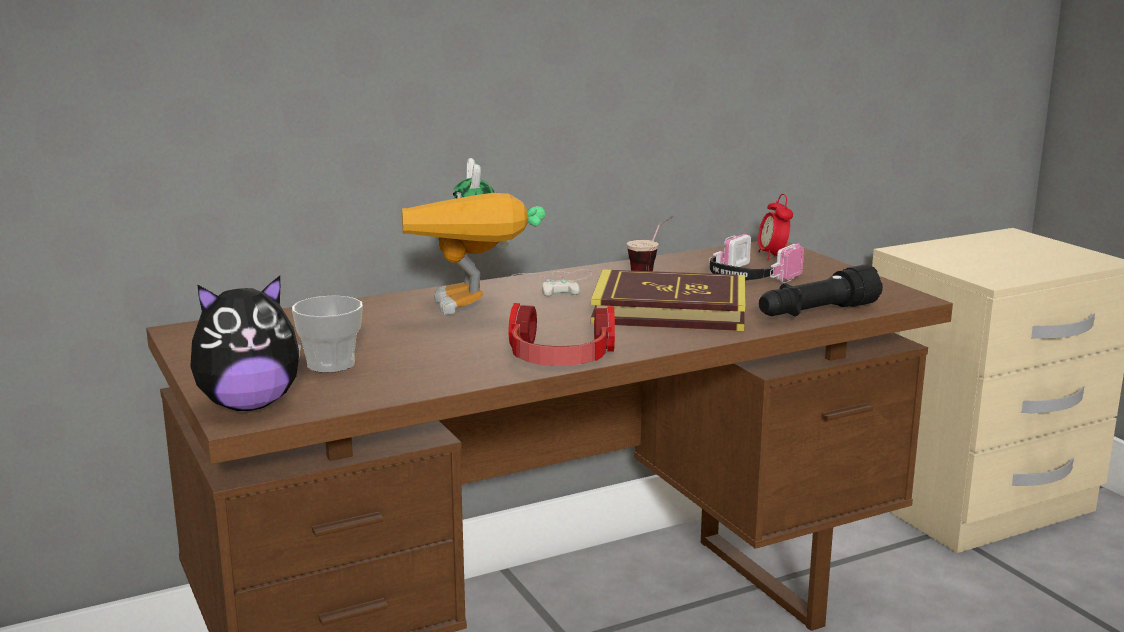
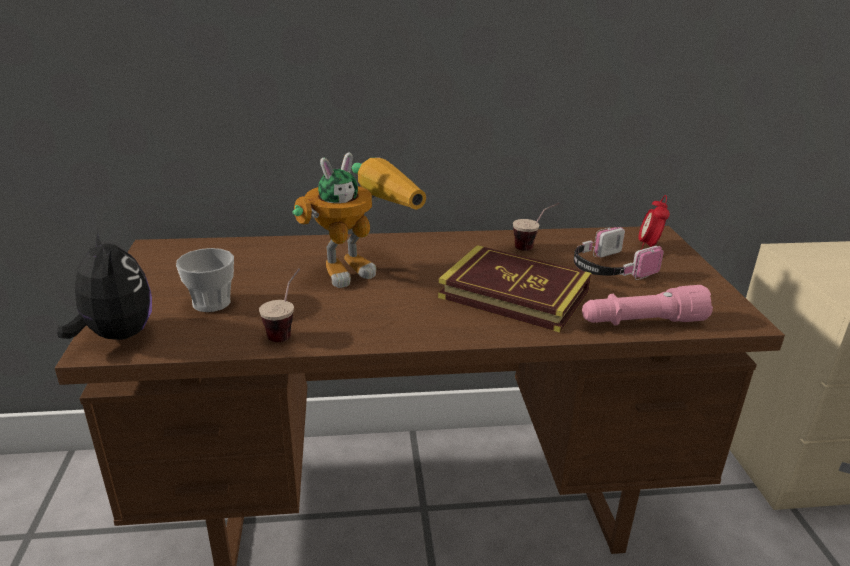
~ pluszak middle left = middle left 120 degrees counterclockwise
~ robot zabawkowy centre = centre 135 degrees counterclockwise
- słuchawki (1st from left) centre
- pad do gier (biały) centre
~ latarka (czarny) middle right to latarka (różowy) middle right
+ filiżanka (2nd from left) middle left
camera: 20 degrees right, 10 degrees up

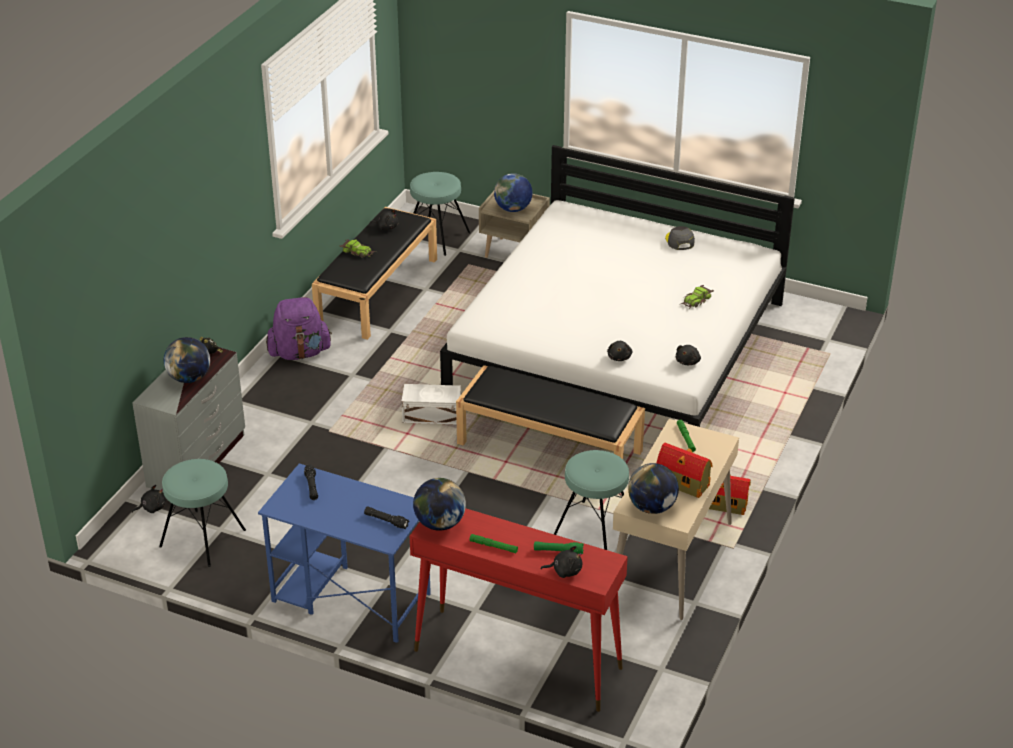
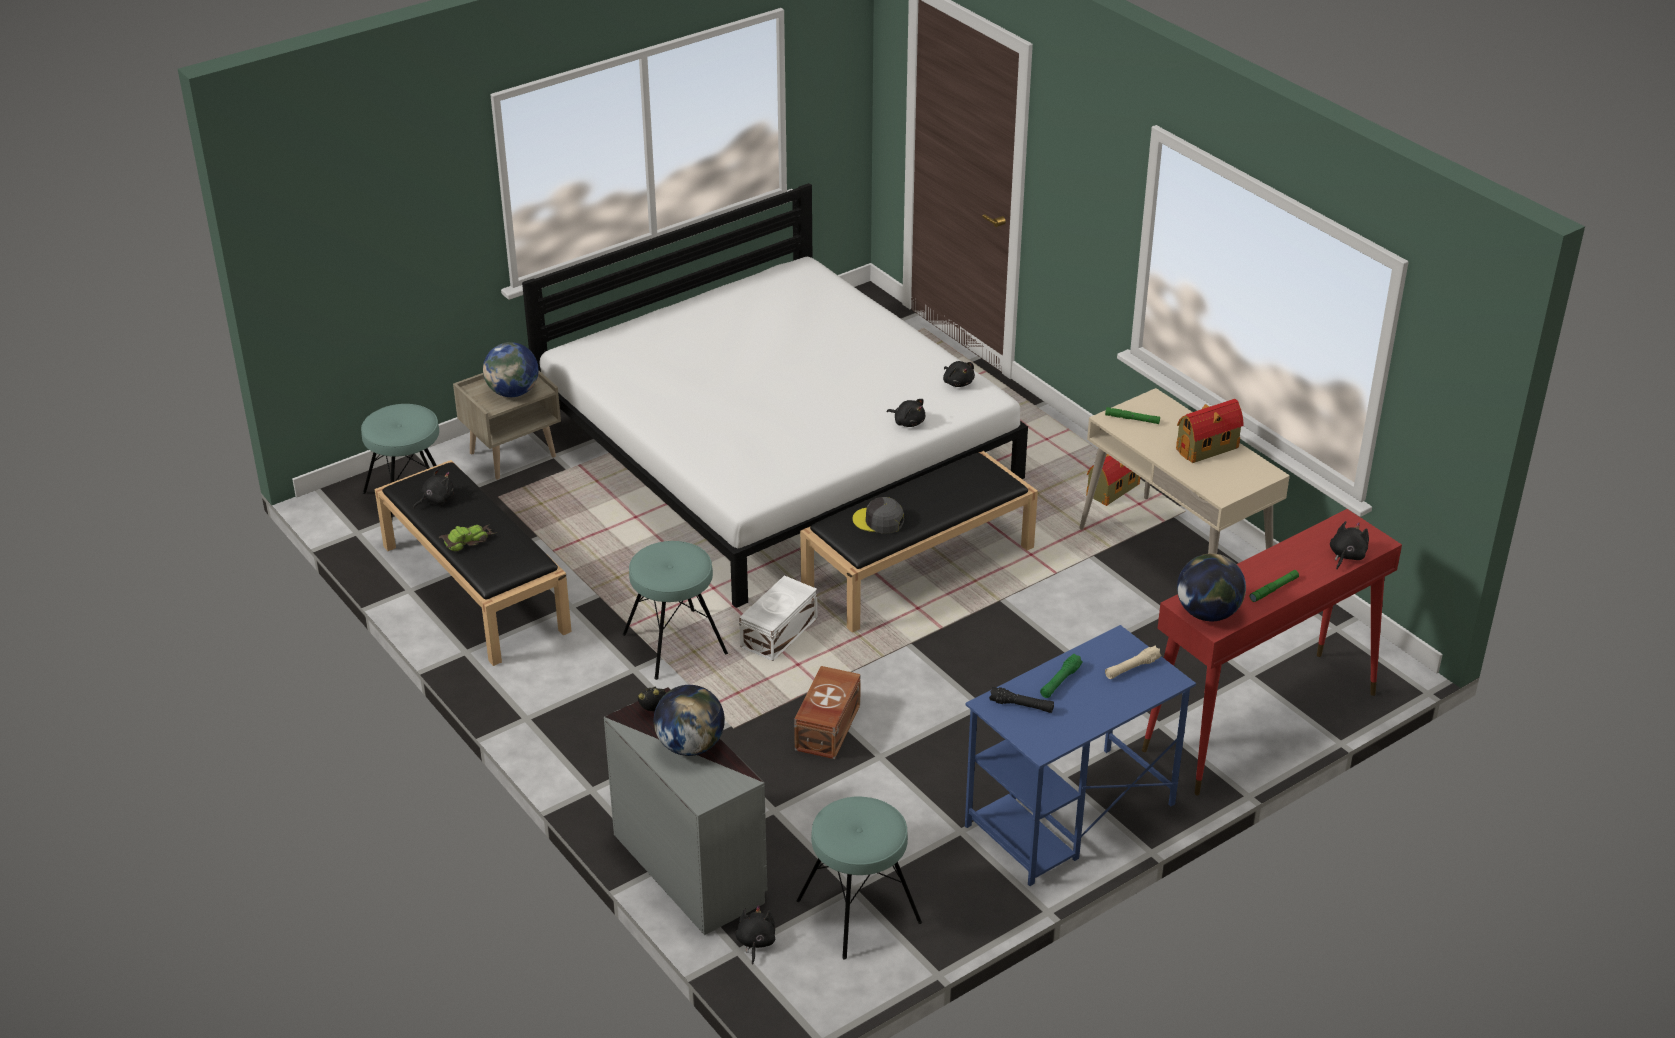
- plecak (fioletowy) middle left
~ latarka (czarny) (2nd from left) bottom centre to latarka (beżowy) middle right
~ latarka (zielony) (2nd from left in the first image) bottom centre to latarka (zielony) (1st from left) centre
~ stołek (turkusowy) (3rd from left in the first image) bottom centre to stołek (turkusowy) (2nd from left) centre
- globus (4th from left) centre
~ czapka z daszkiem (szary) top right to centre
- samochodzik (2nd from left) middle right
+ pojemnik do przechowywania (brązowy) bottom centre
camera: 60 degrees left, 0 degrees up

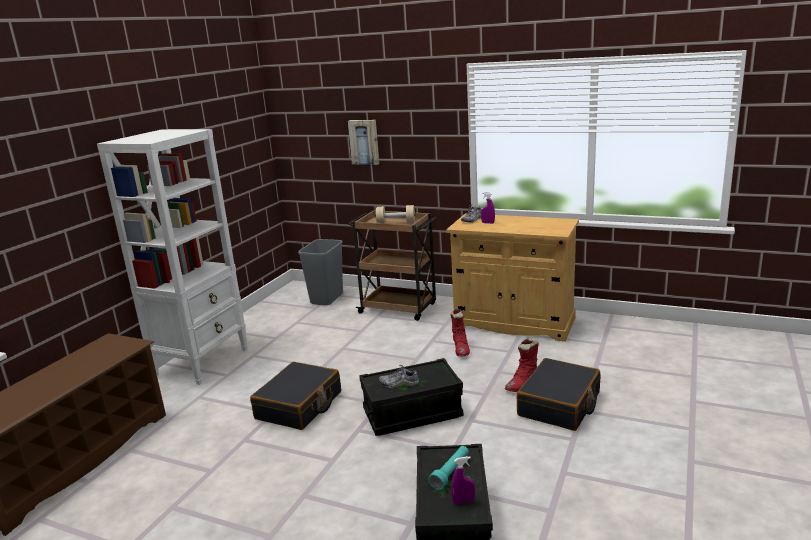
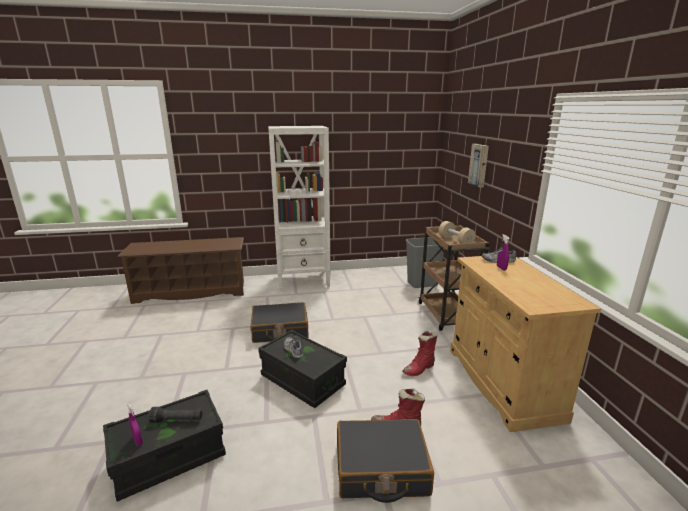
~ latarka (turkusowy) bottom centre to latarka (czarny) bottom left
camera: 55 degrees right, 0 degrees up

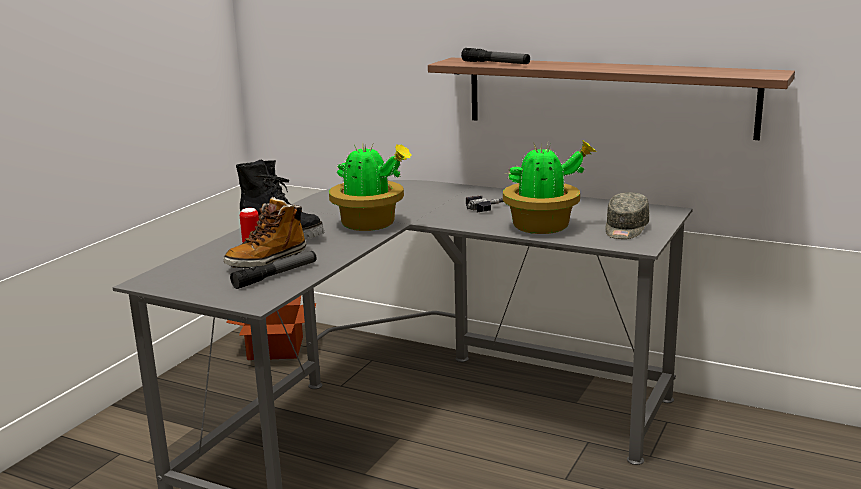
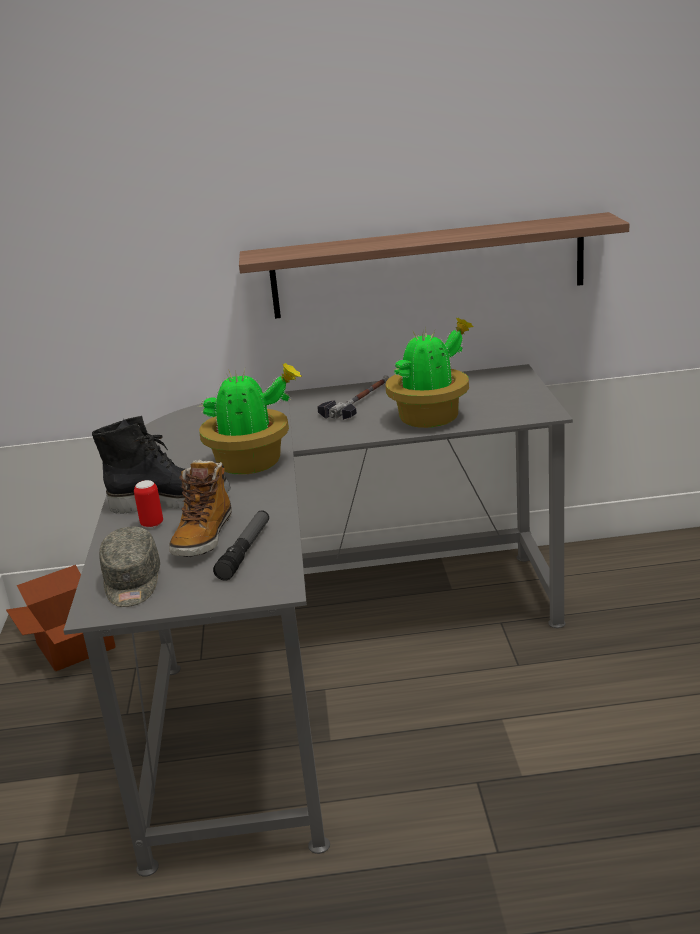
- latarka (2nd from left) top centre
~ czapka z daszkiem (szary) middle right to middle left
camera: 30 degrees left, 5 degrees up

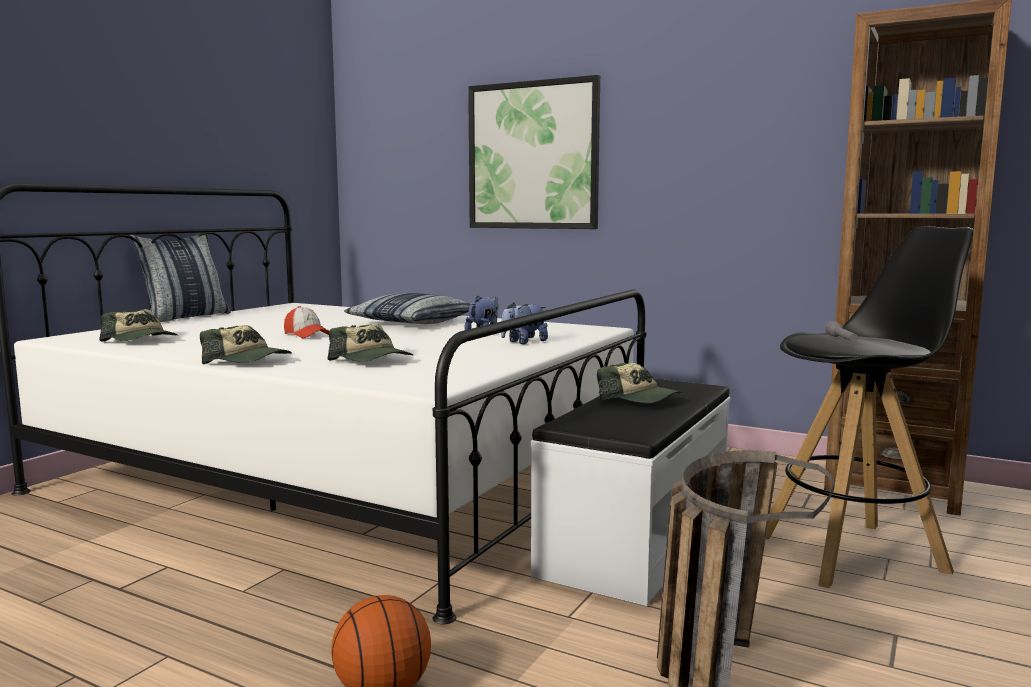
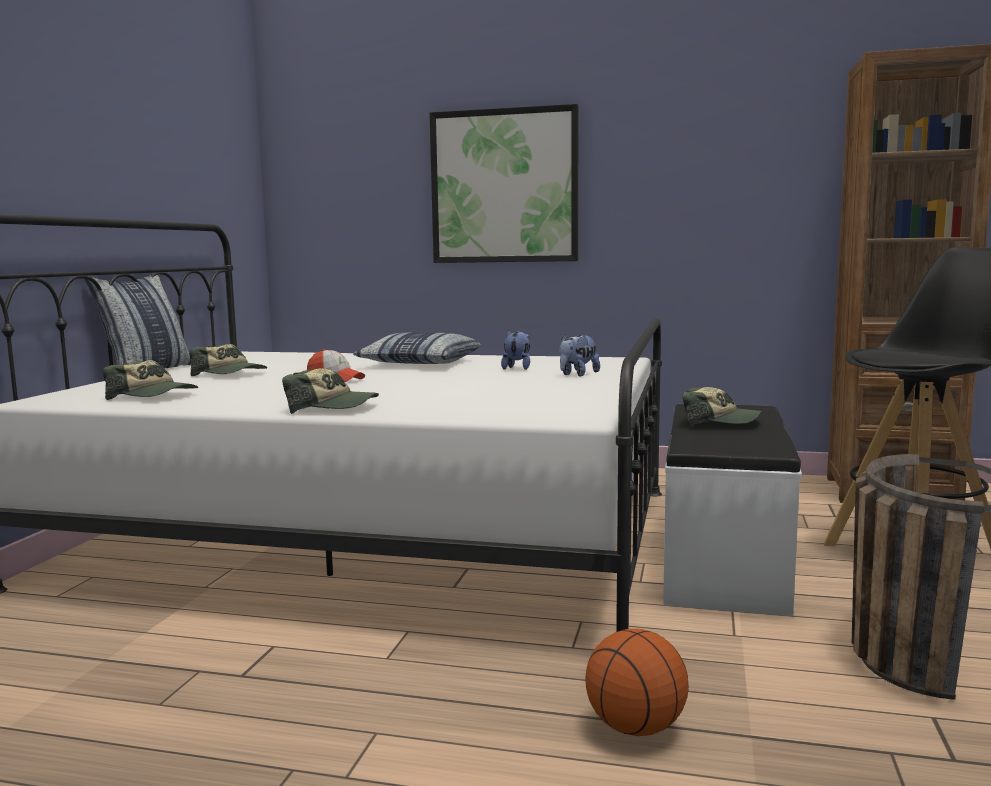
~ czapka z daszkiem (4th from left in the first image) centre to czapka z daszkiem (2nd from left) middle left
- latarka (szary) middle right
camera: 15 degrees left, 0 degrees up

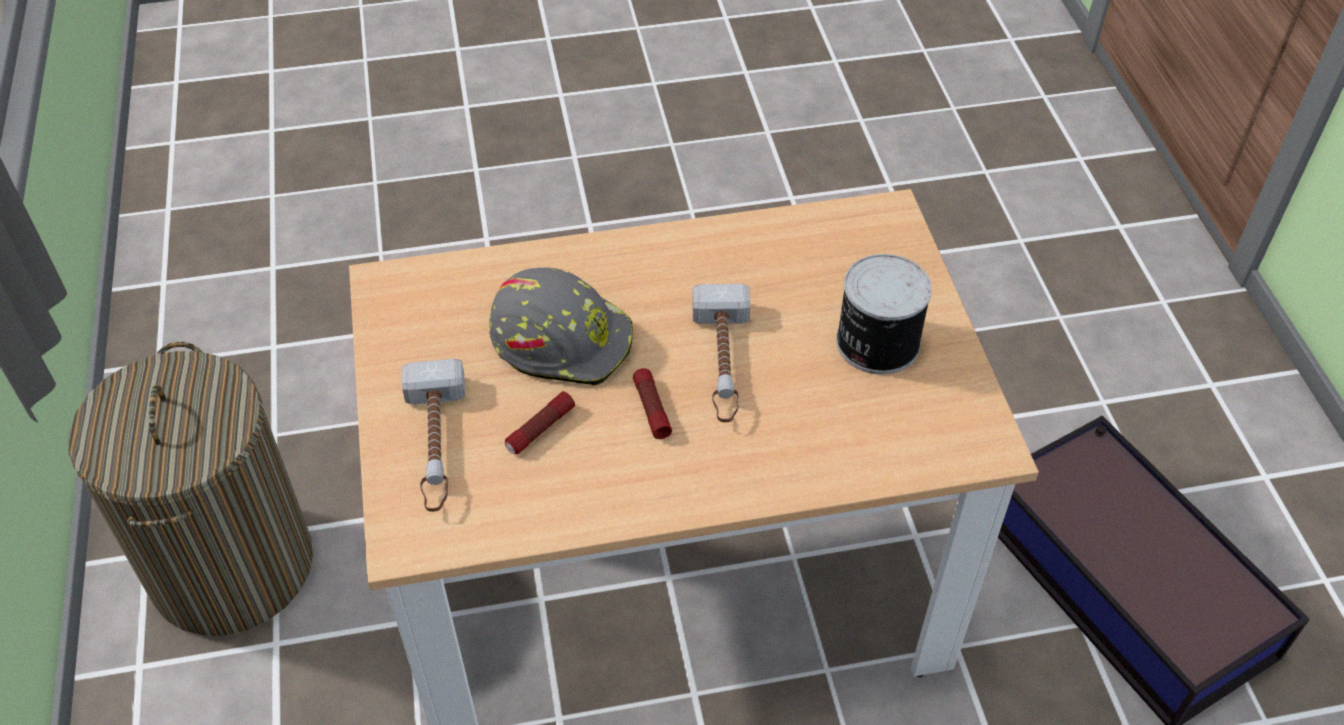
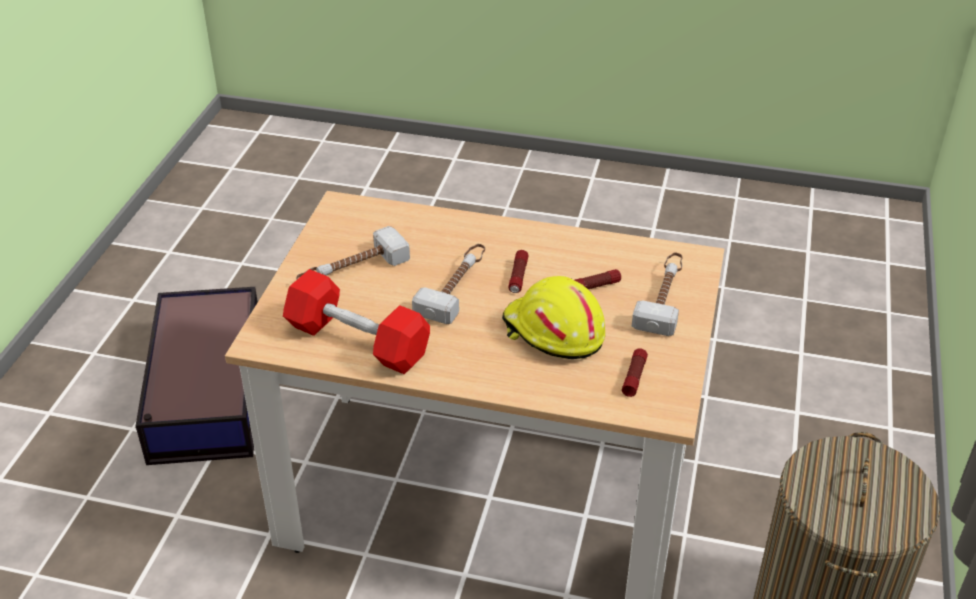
~ kask (szary) centre to kask (żółty) centre
~ puszka centre to młotek (1st from left) centre
+ hantel (czerwony) centre
+ latarka (3rd from left) centre
camera: 155 degrees left, 10 degrees down

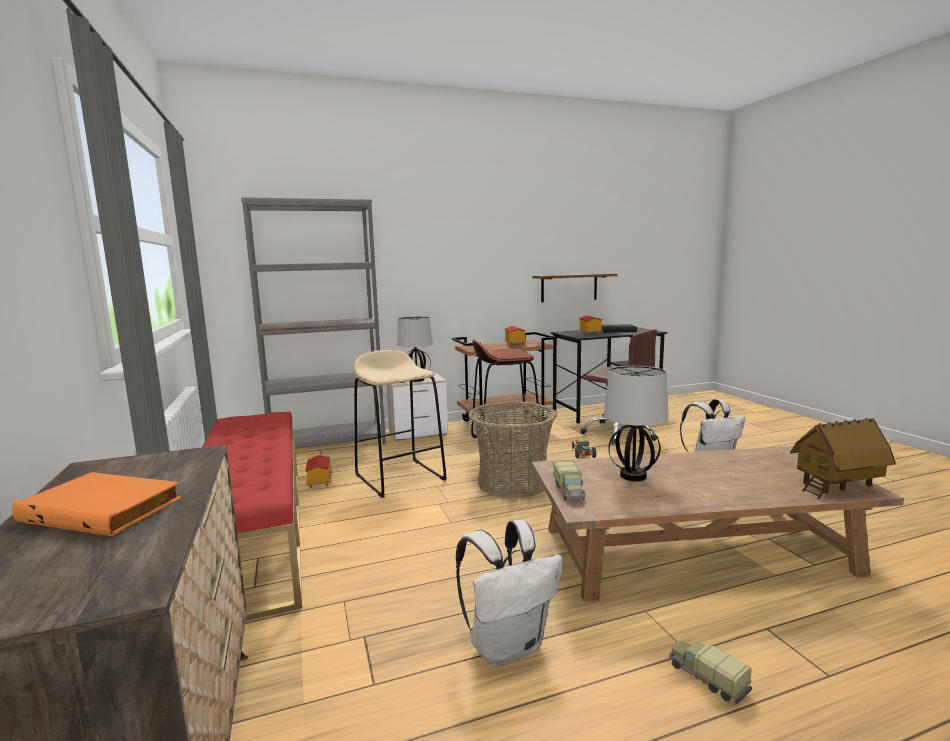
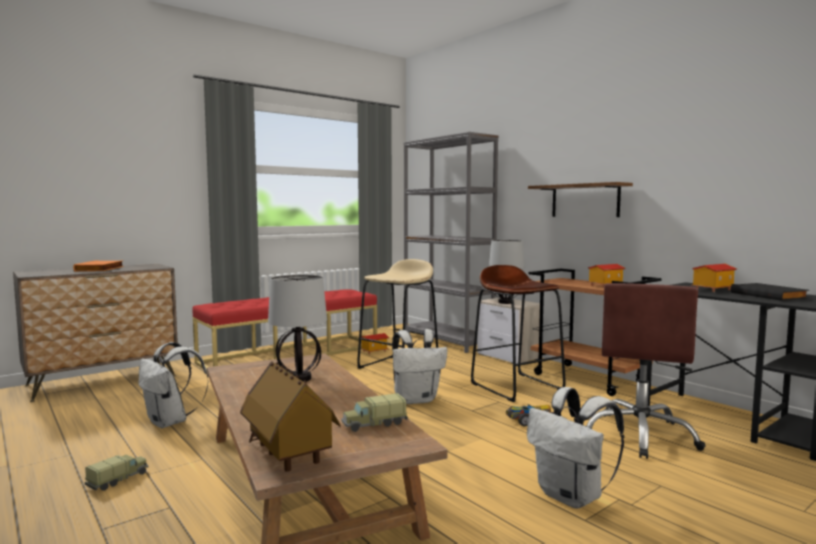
~ koszyk centre to plecak (biały) (2nd from left) bottom centre
~ półka centre to middle right
~ ciężarówka zabawkowa (1st from left in the first image) centre to ciężarówka zabawkowa (2nd from left) bottom centre
camera: 70 degrees right, 5 degrees down

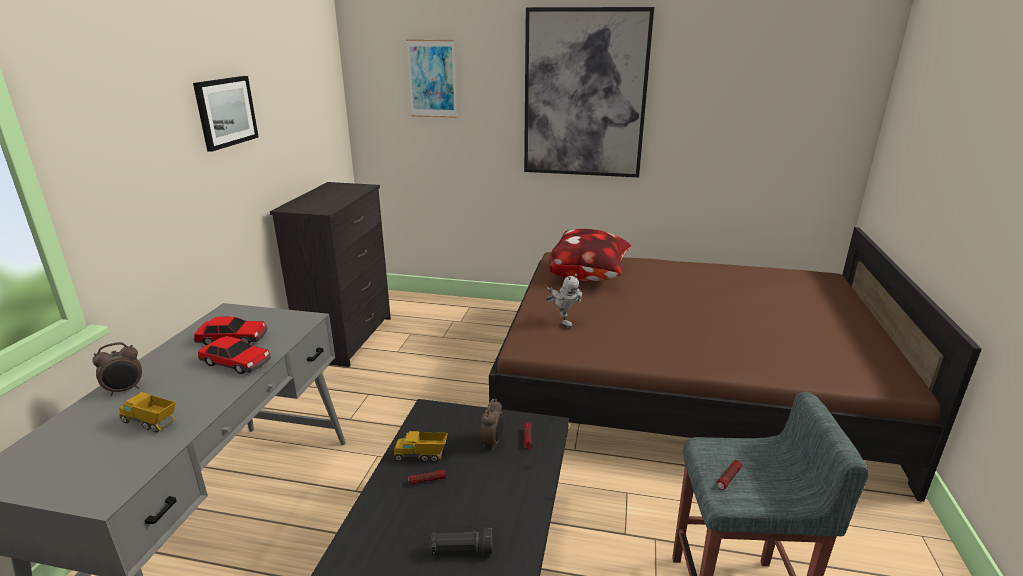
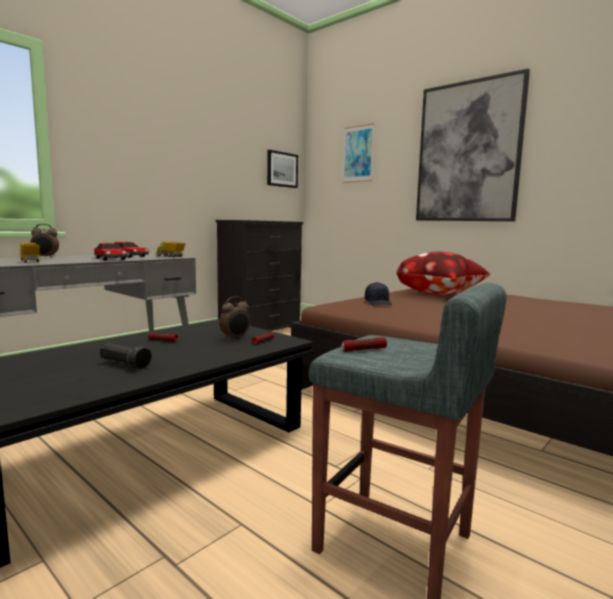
~ obraz (1st from left) top left to top centre
~ ciężarówka zabawkowa (2nd from left) bottom centre to middle left
~ robot zabawkowy centre to czapka z daszkiem (czarny) centre
camera: 30 degrees right, 15 degrees down

